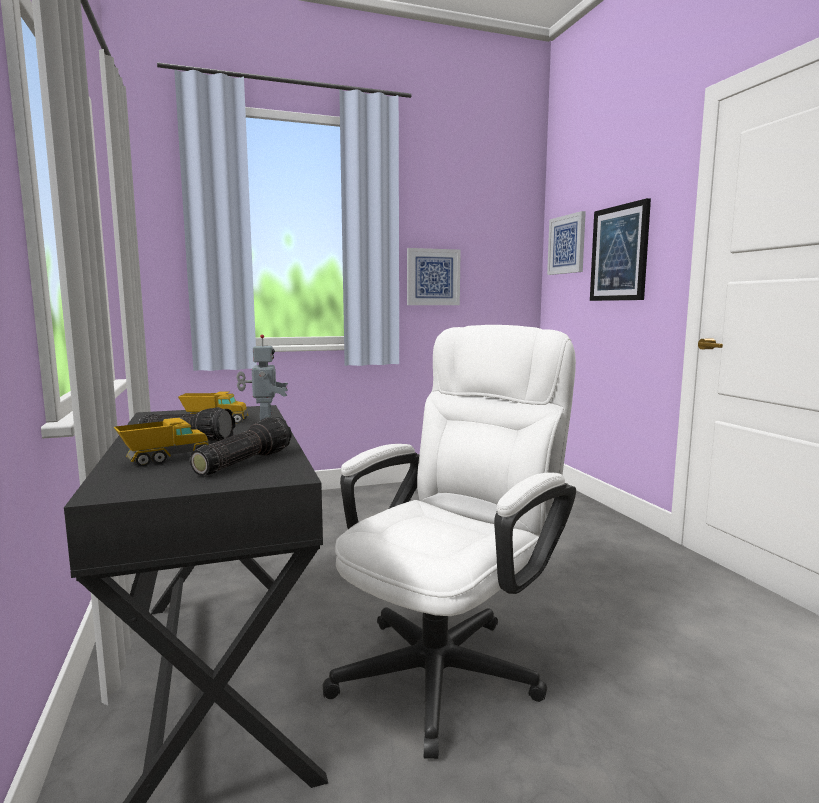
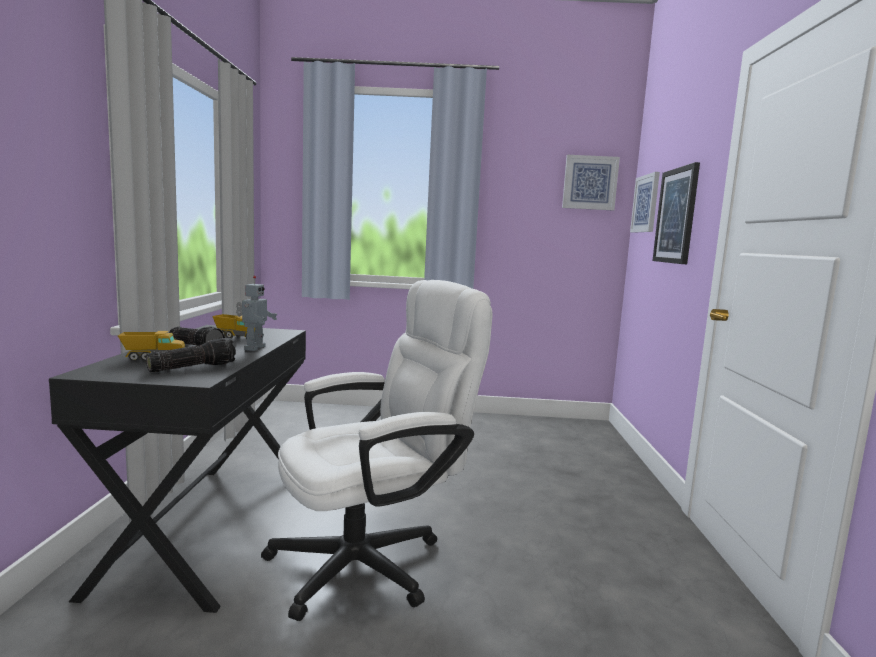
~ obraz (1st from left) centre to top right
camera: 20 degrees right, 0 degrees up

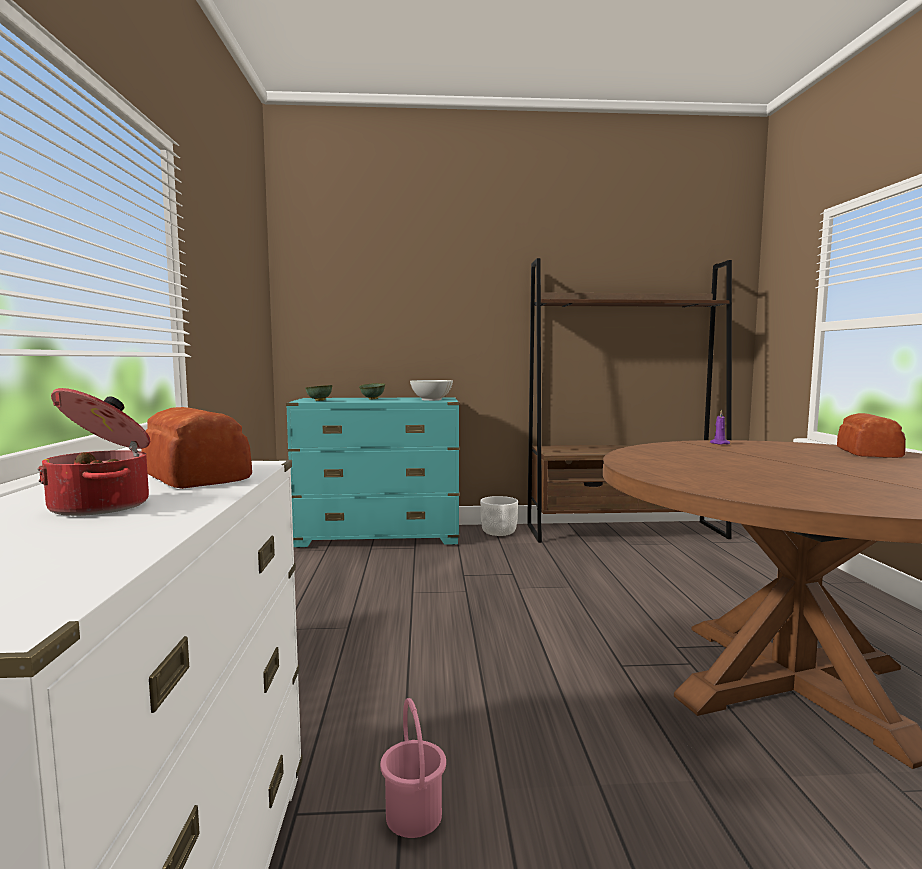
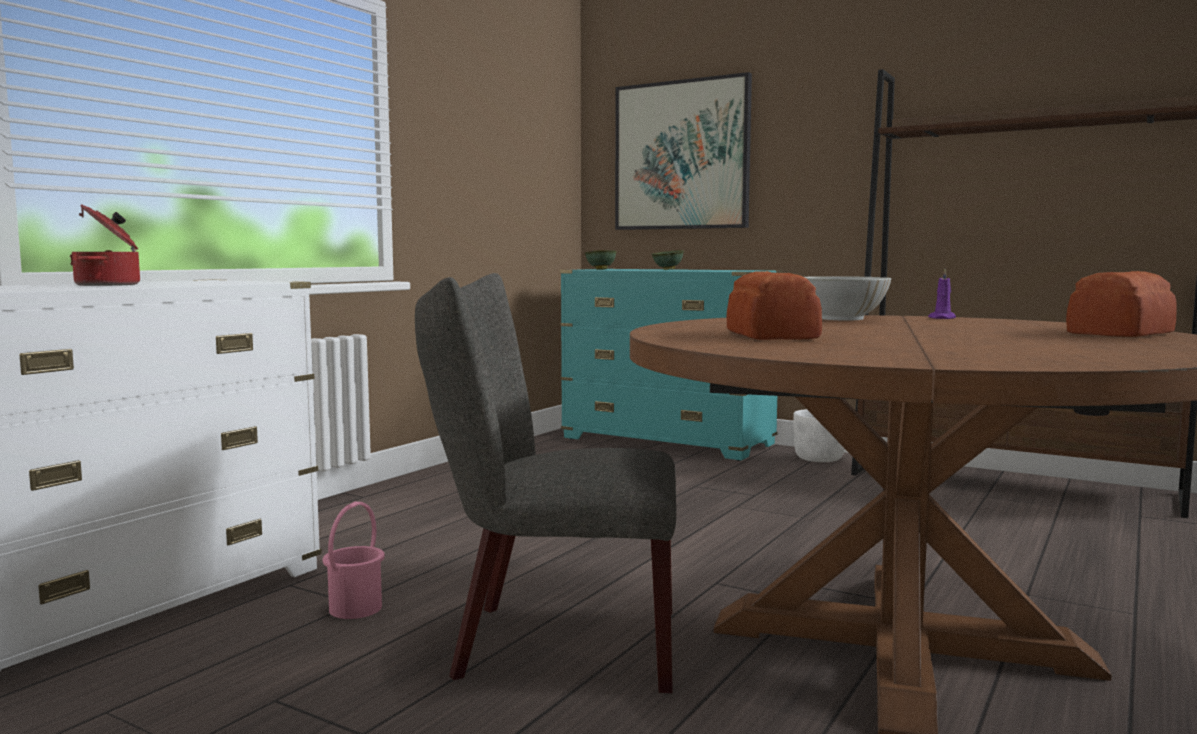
~ chleb (1st from left) middle left to centre
~ miska (biały) centre to middle right
+ krzesło (szary) centre
+ obraz top centre
camera: 35 degrees right, 0 degrees up

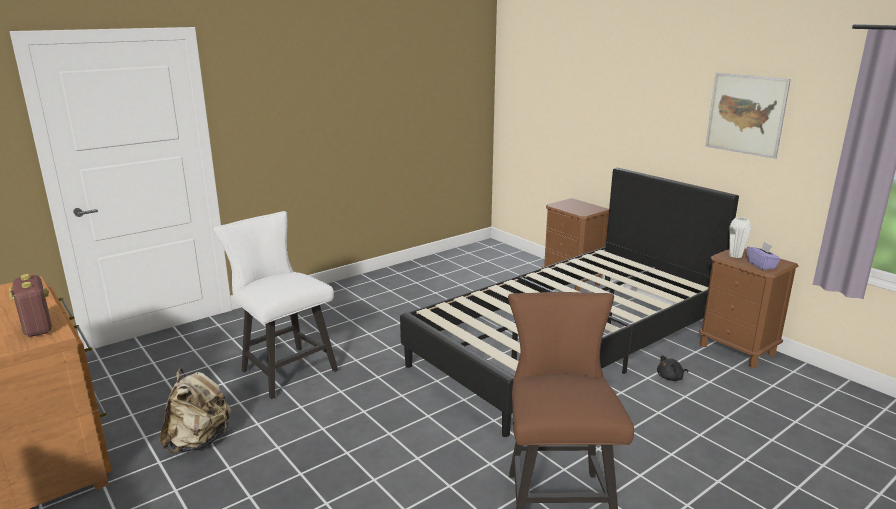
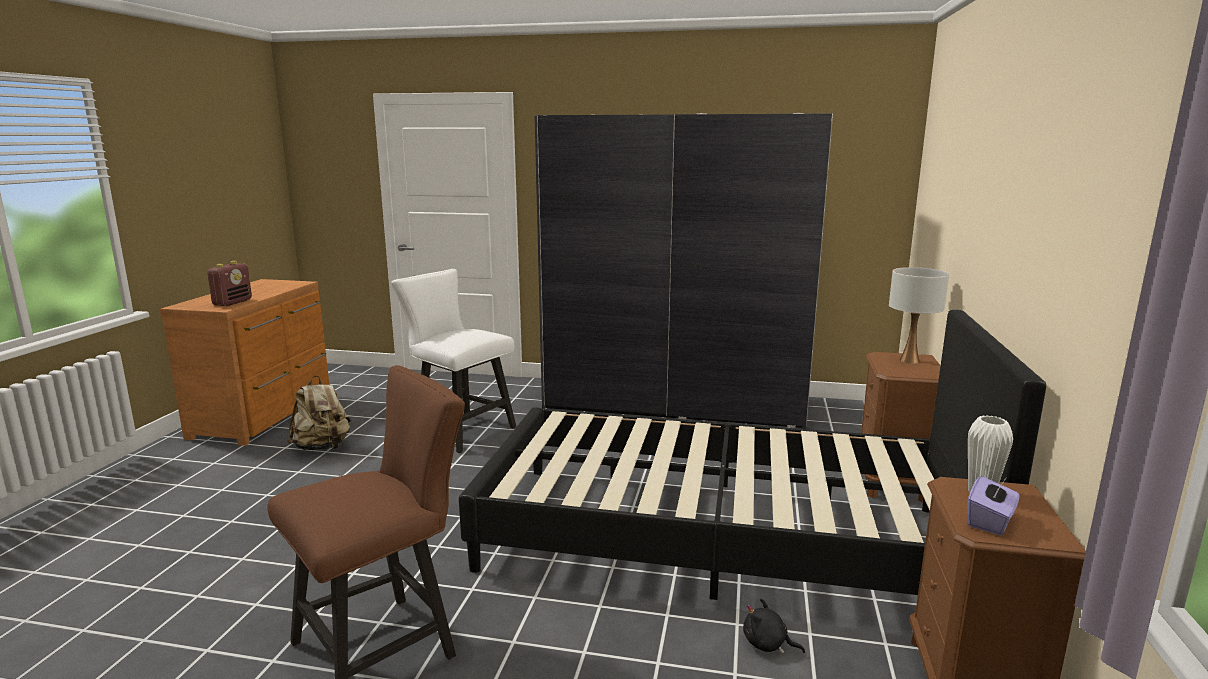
~ krzesło (biały) middle left = centre 60 degrees counterclockwise
- obraz top right
+ szafa (szary) centre
+ lampa stołowa (biały) middle right
camera: 50 degrees right, 5 degrees down

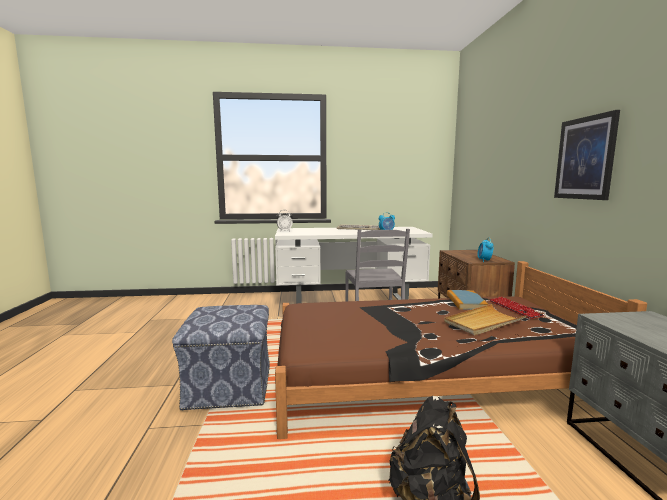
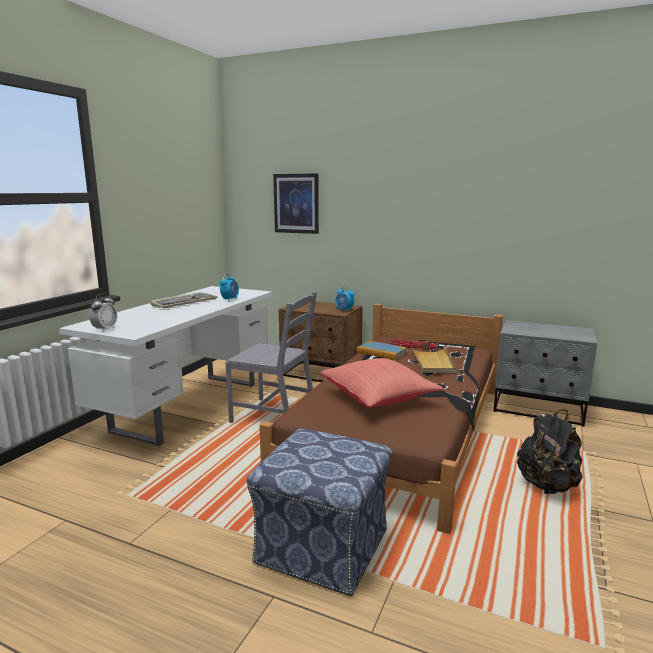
~ obraz top right to top centre
+ poduszka (czerwony) centre
camera: 60 degrees left, 5 degrees up

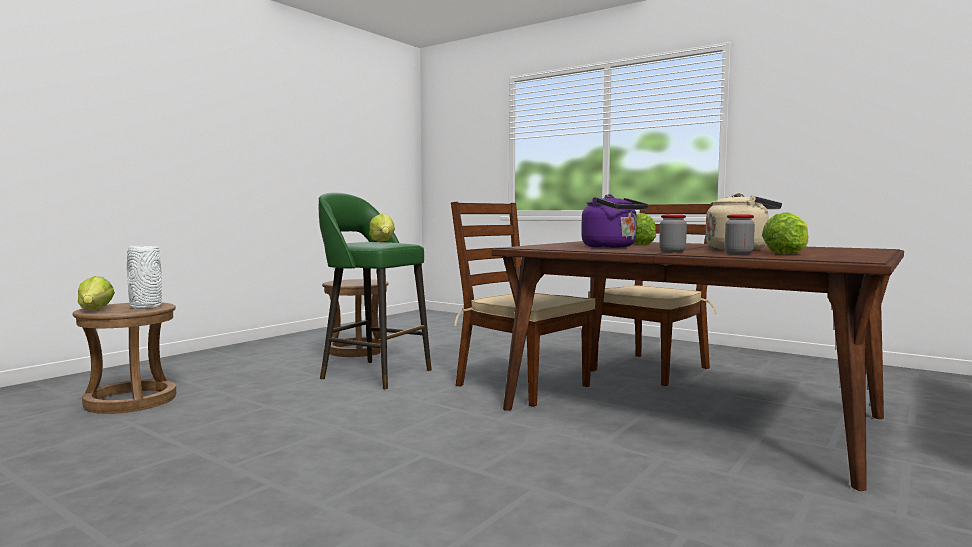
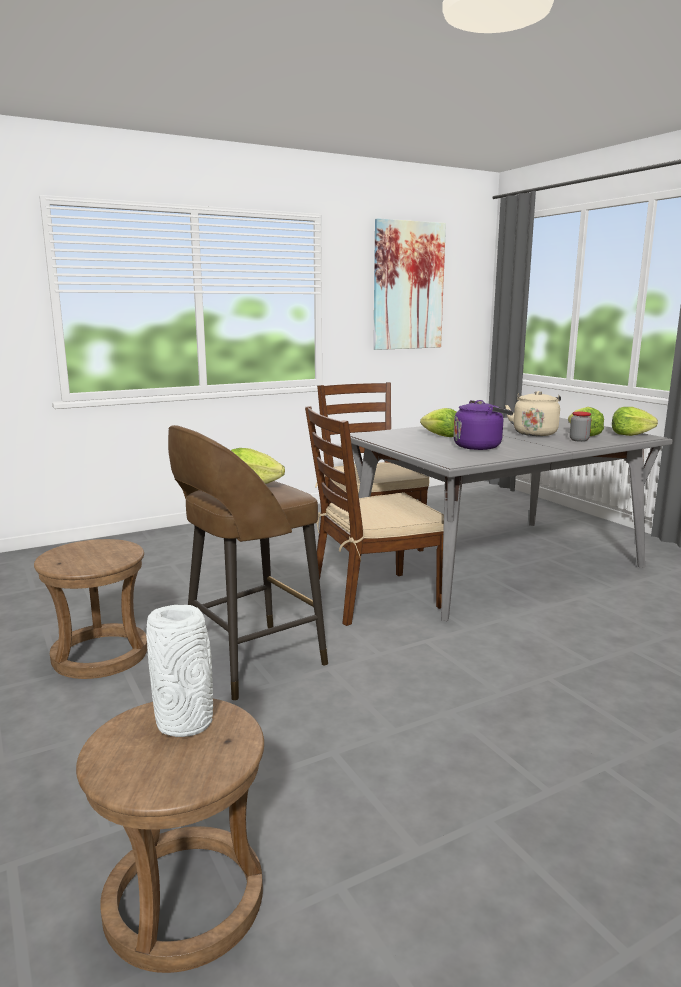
~ sałata (1st from left in the first image) middle left to sałata (4th from left) middle right
~ stołek (zielony) centre to stołek (brązowy) (3rd from left) centre
~ stół jadalny (brązowy) bottom right to stół jadalny (szary) middle right
- słoik (1st from left) middle right
+ obraz top centre
camera: 65 degrees left, 10 degrees up

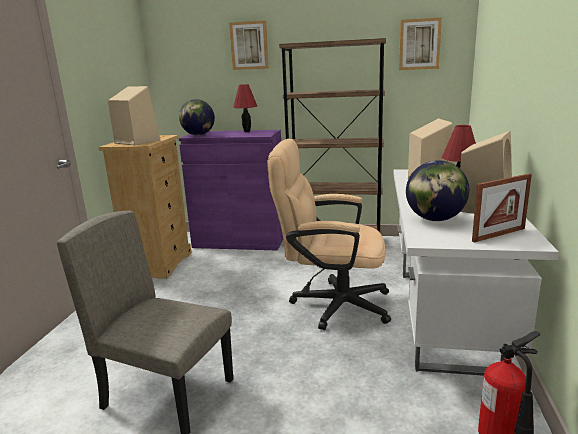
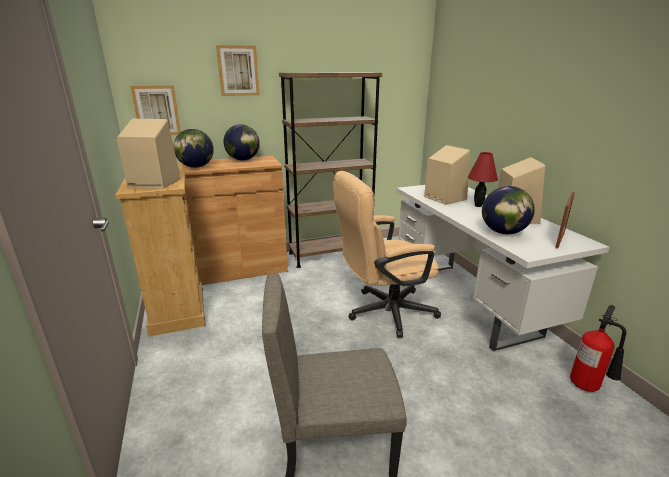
~ szafka (fioletowy) centre to szafka (brązowy) centre
~ lampa stołowa (czerwony) (1st from left) top centre to globus (2nd from left) top centre
~ obraz (2nd from left in the first image) top right to obraz (1st from left) top left
camera: 30 degrees left, 5 degrees up

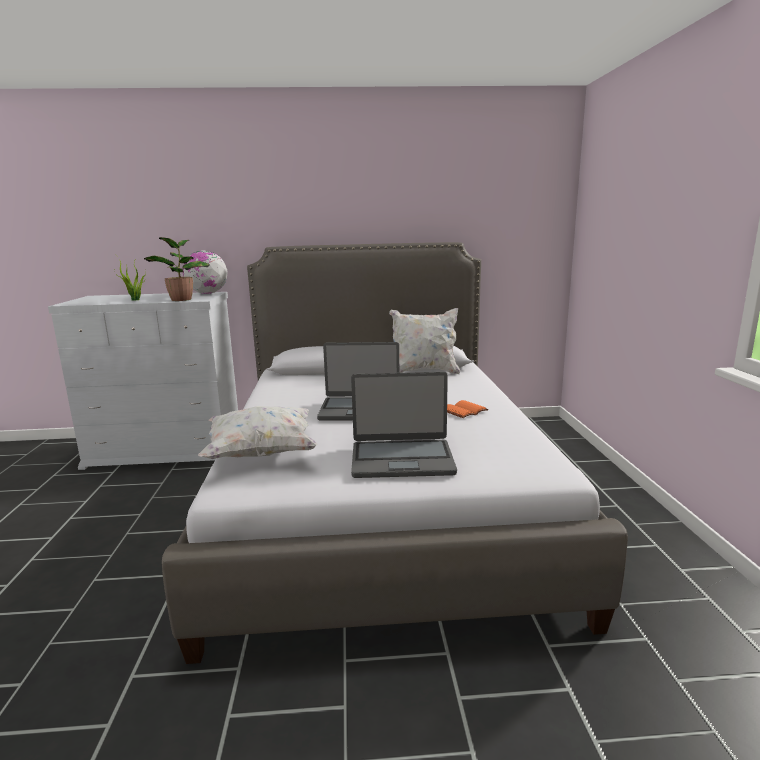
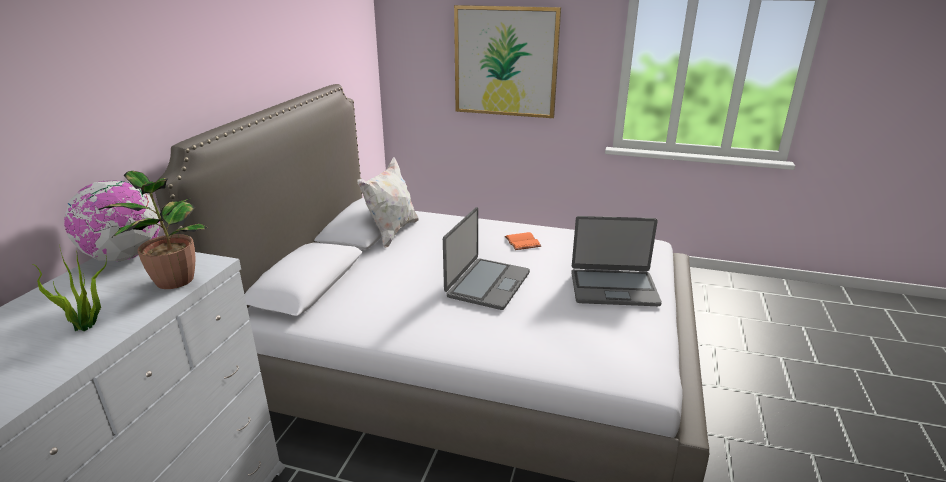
- poduszka (biały) (1st from left) centre
~ laptop (2nd from left) centre = centre 75 degrees clockwise
+ obraz top centre
camera: 70 degrees left, 10 degrees up

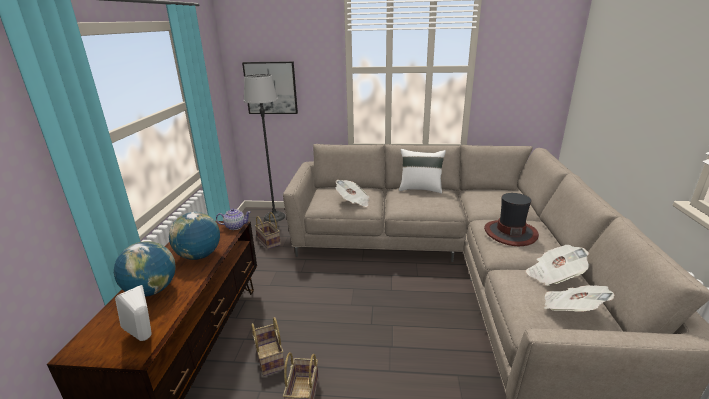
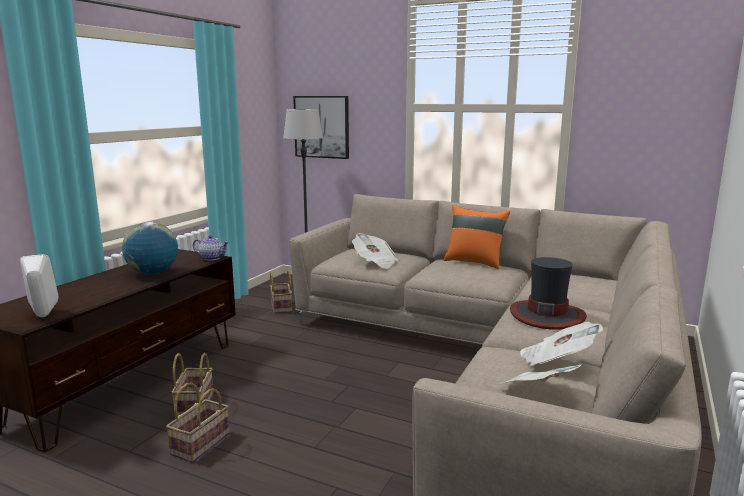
- globus (1st from left) bottom left
~ poduszka (biały) centre to poduszka (pomarańczowy) centre
camera: 20 degrees right, 10 degrees down

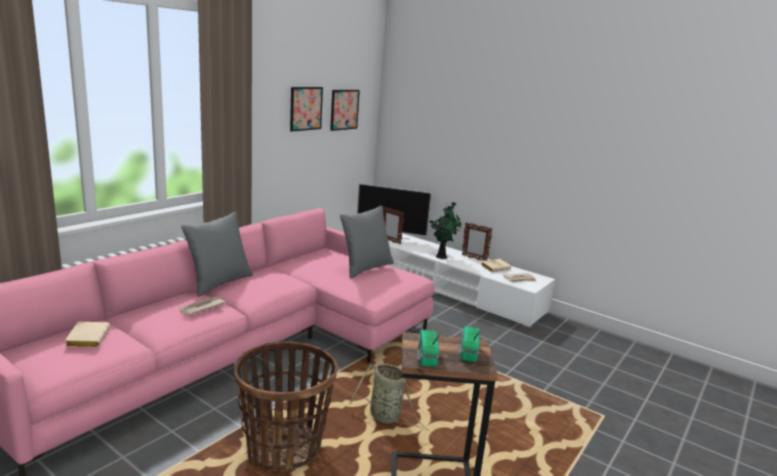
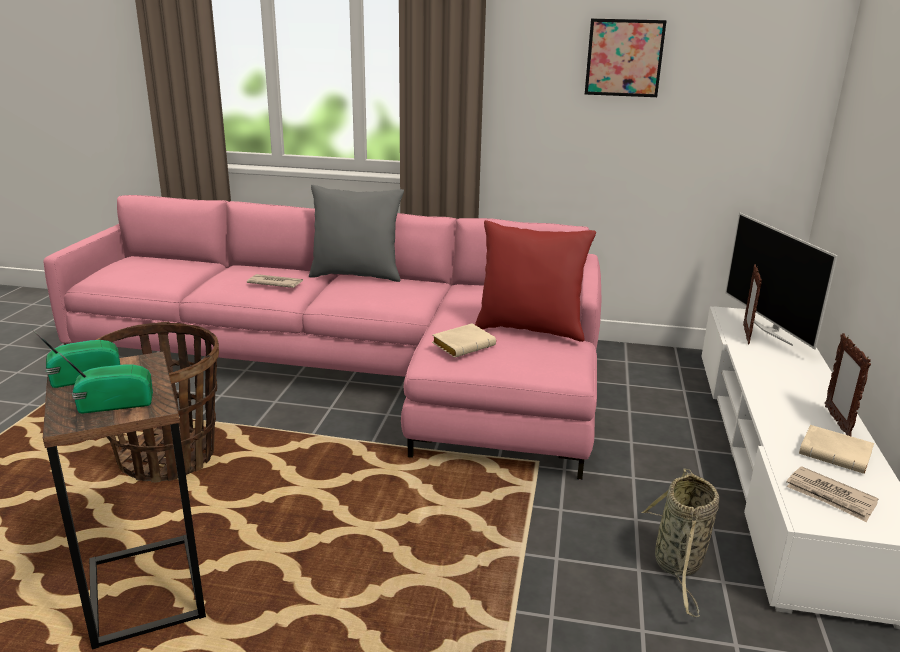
~ książka (beżowy) (1st from left) bottom left to centre
- obraz (2nd from left) top centre
~ poduszka (szary) (2nd from left) centre to poduszka (czerwony) centre
~ koszyk (2nd from left) bottom centre to bottom right
- roślina doniczkowa centre
camera: 65 degrees right, 5 degrees up

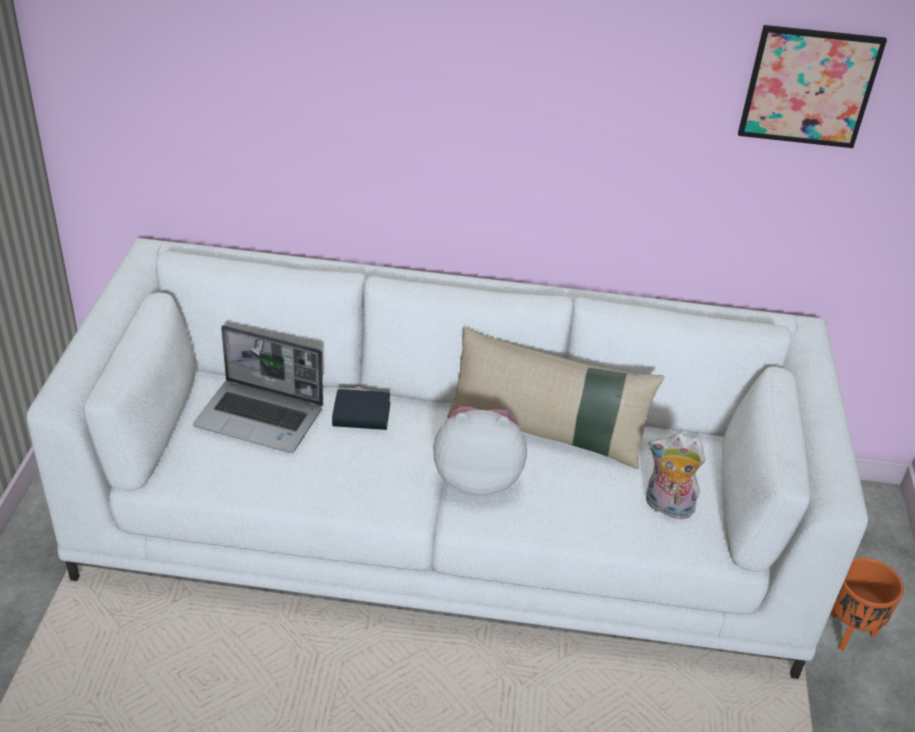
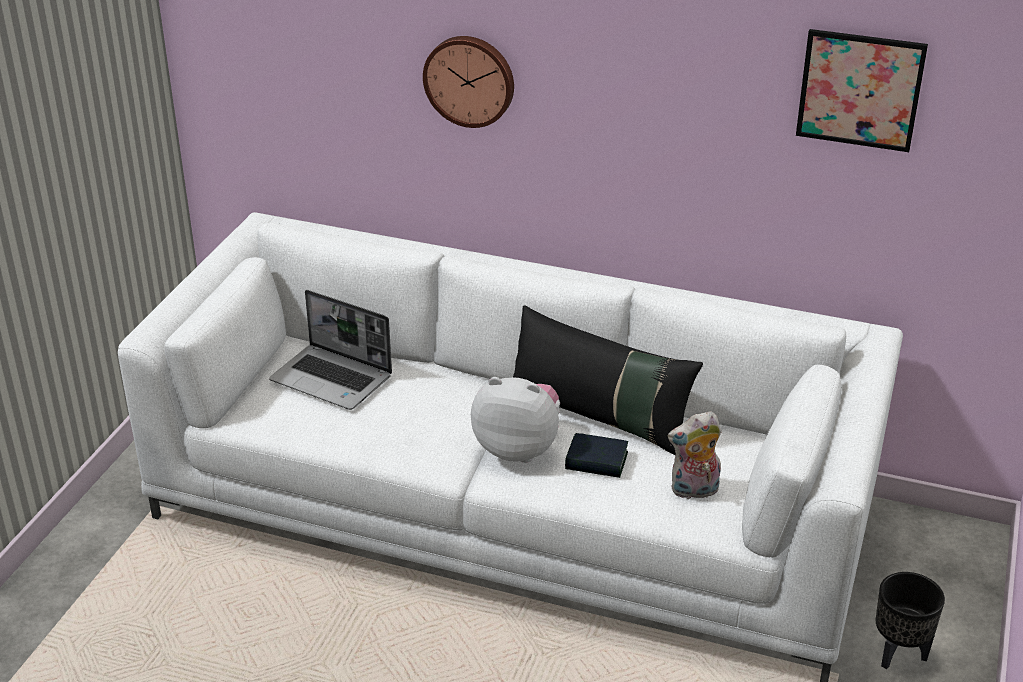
~ książka centre to bottom centre
~ poduszka (beżowy) centre to poduszka (czarny) centre
~ pluszak (2nd from left) middle right = bottom right 45 degrees counterclockwise
~ donica (pomarańczowy) bottom right to donica (czarny) bottom right
+ zegar ścienny top centre
camera: 15 degrees right, 5 degrees down

